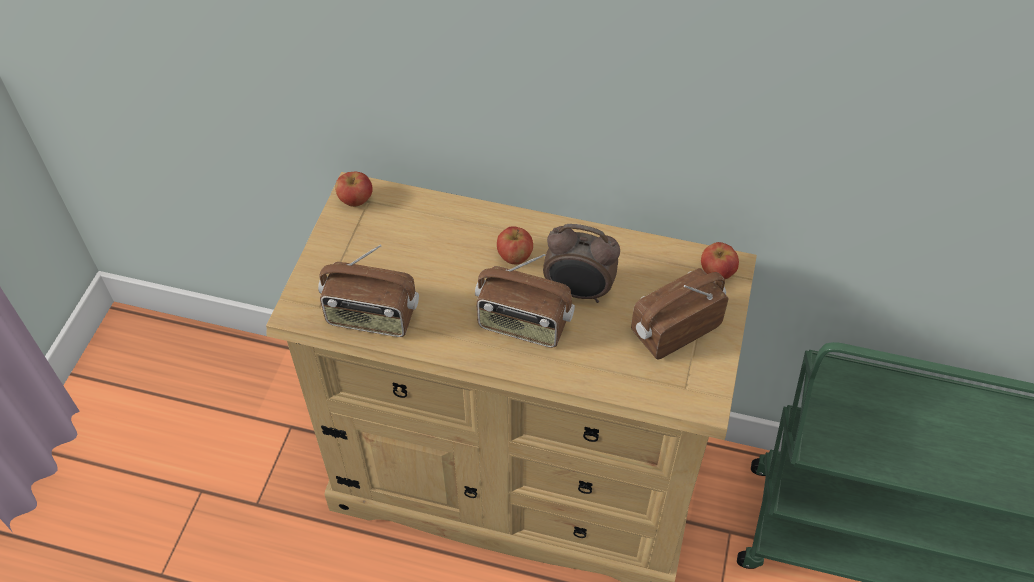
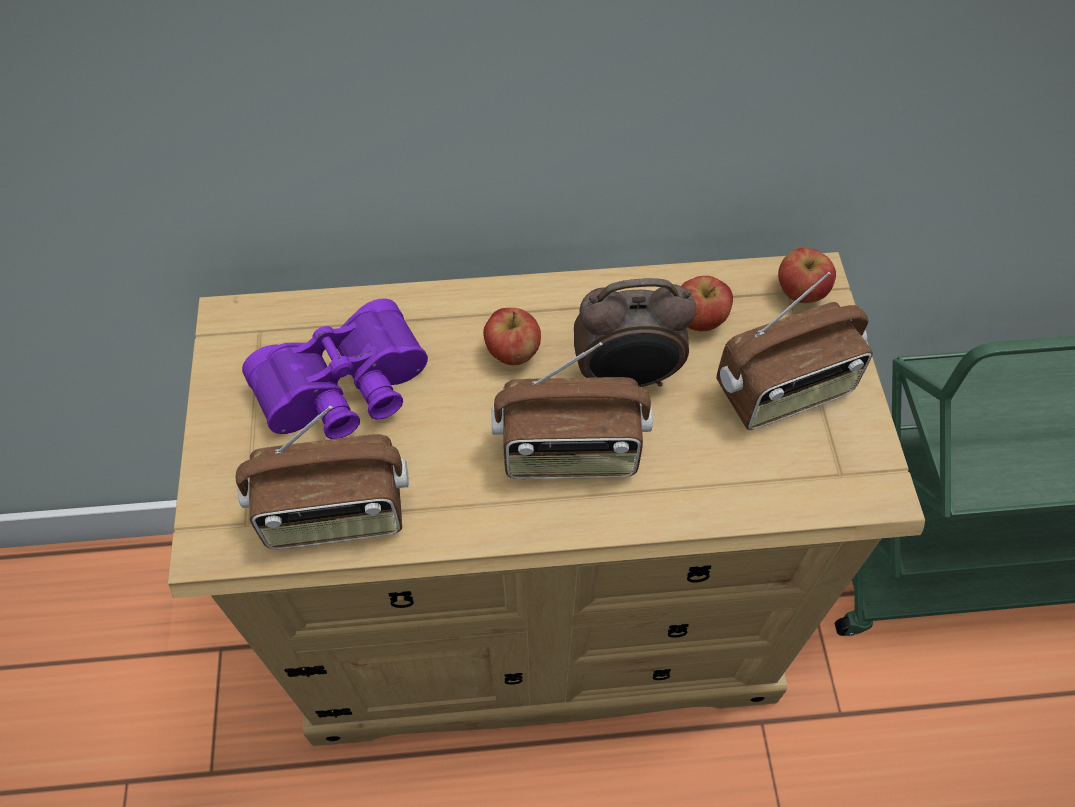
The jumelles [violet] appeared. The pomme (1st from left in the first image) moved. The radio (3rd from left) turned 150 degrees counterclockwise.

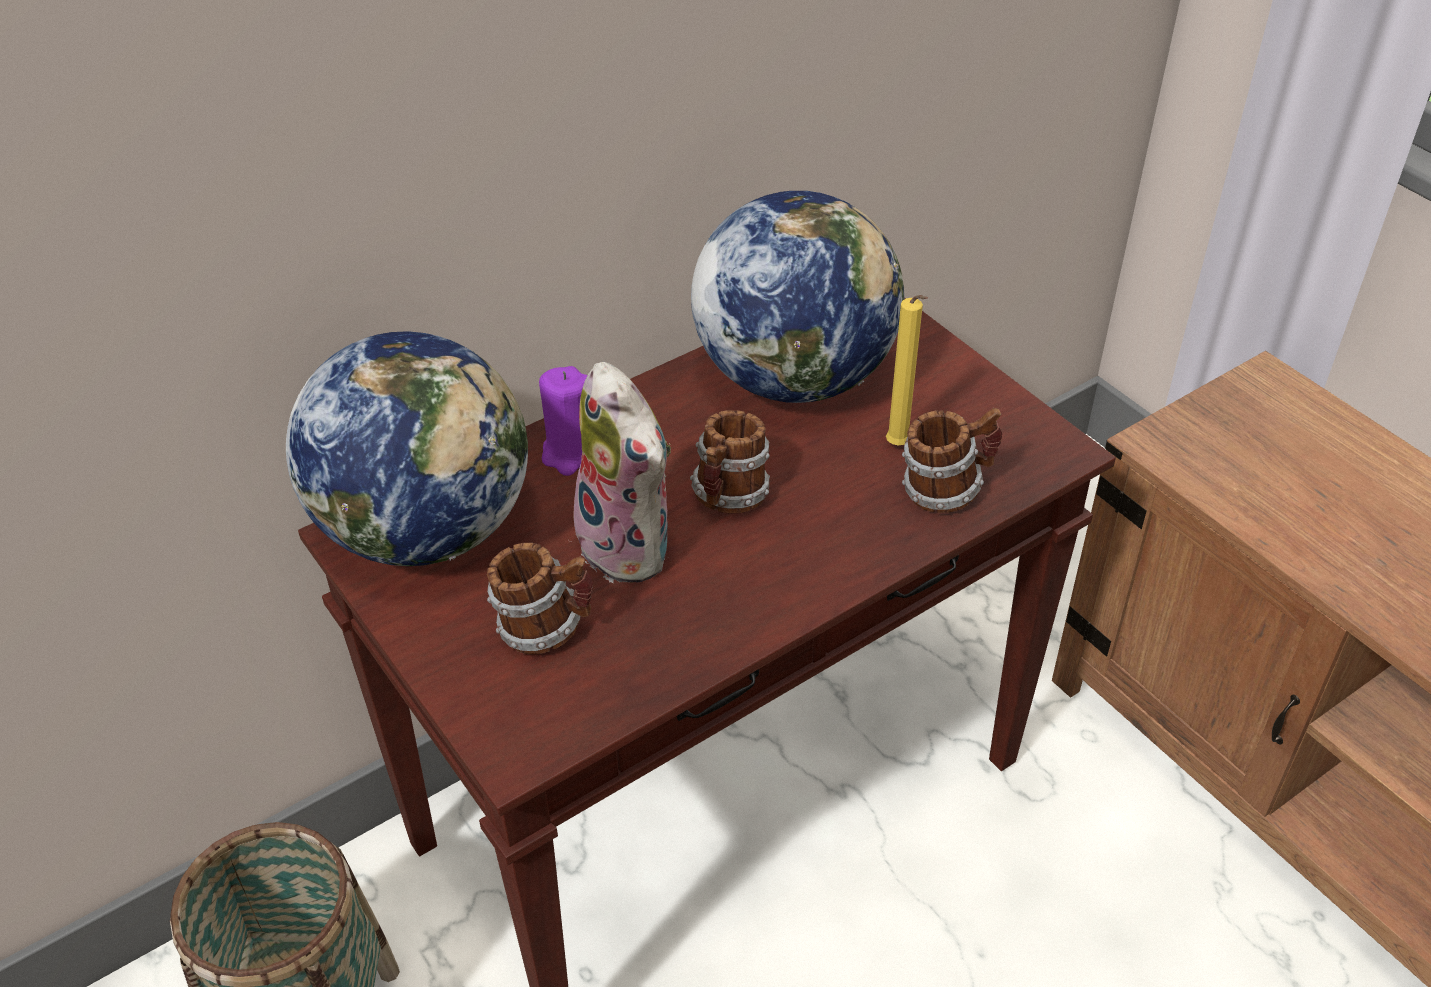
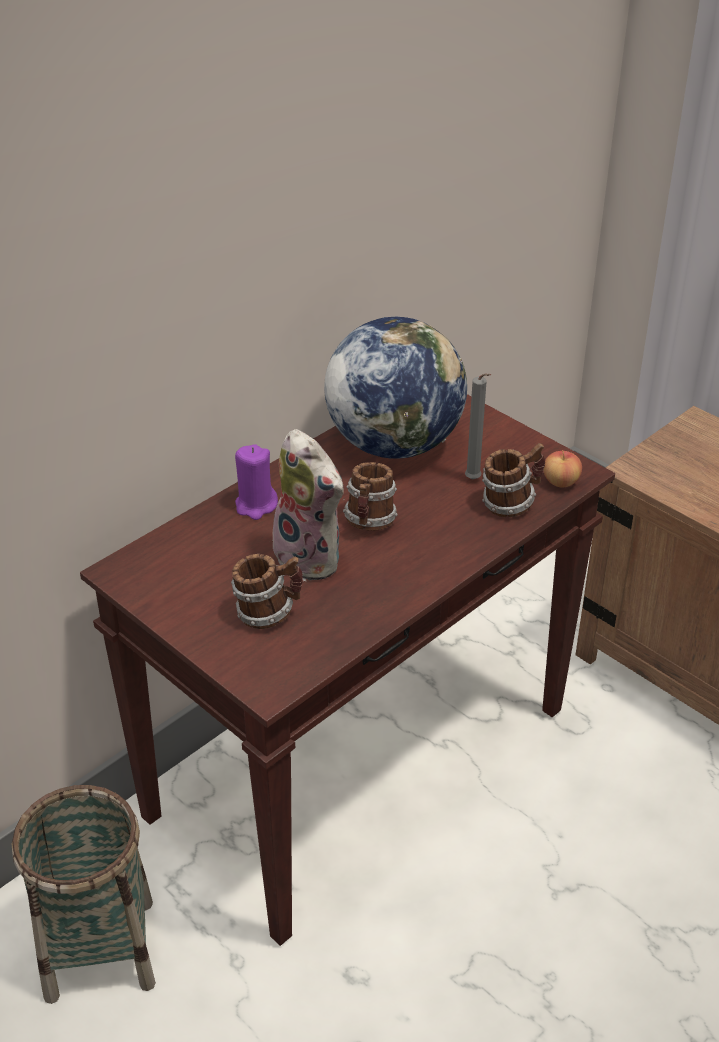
The bougie [jaune] became the bougie [gris]. The pomme appeared. The globe (1st from left) disappeared.

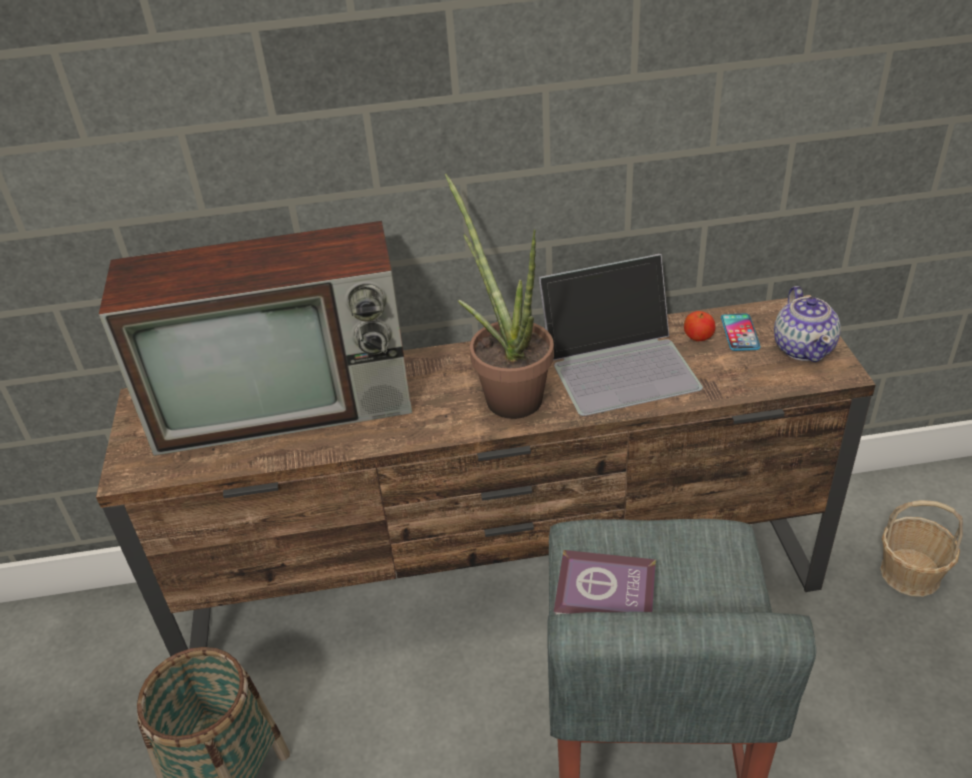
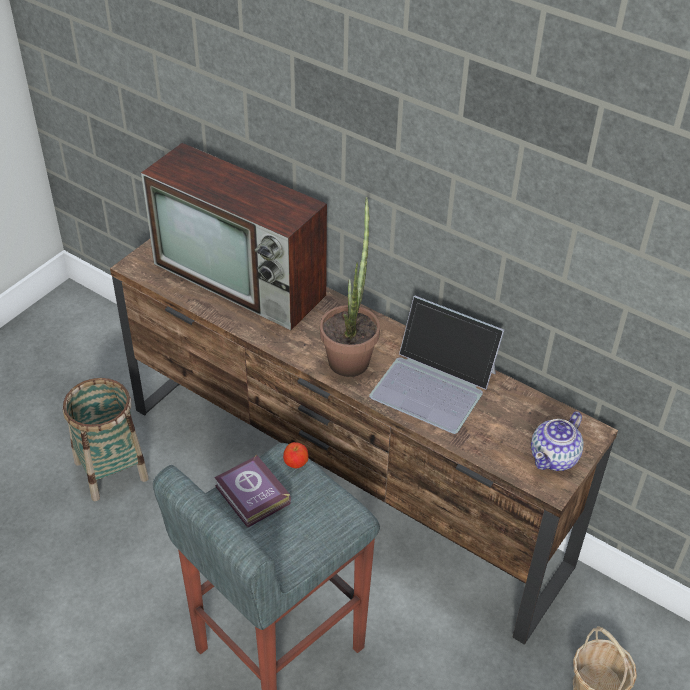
The pomme moved. The téléphone disappeared.

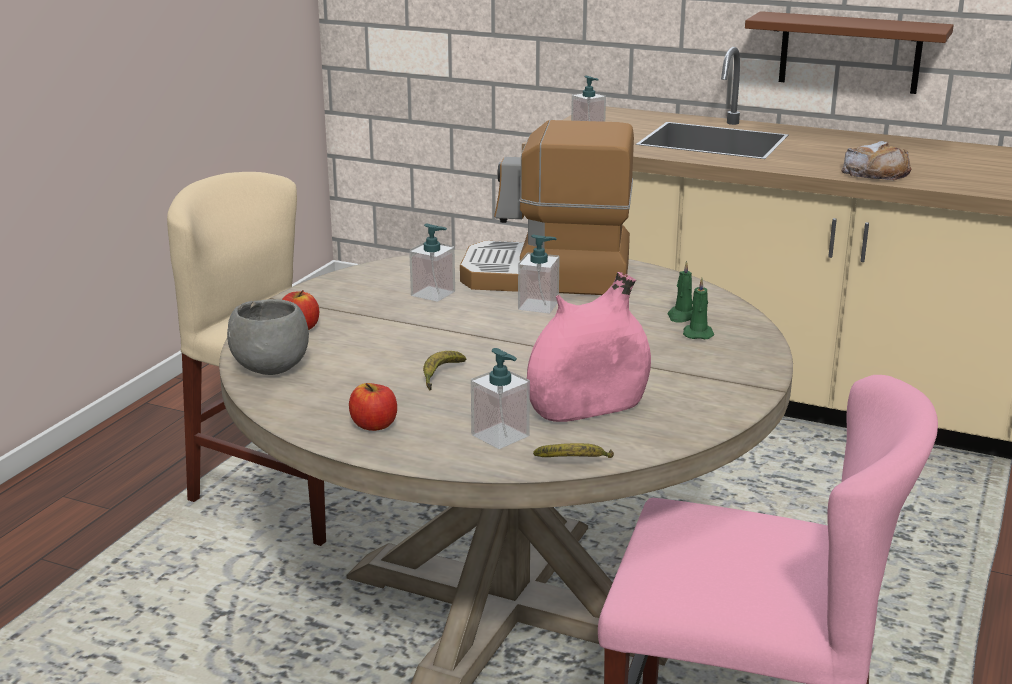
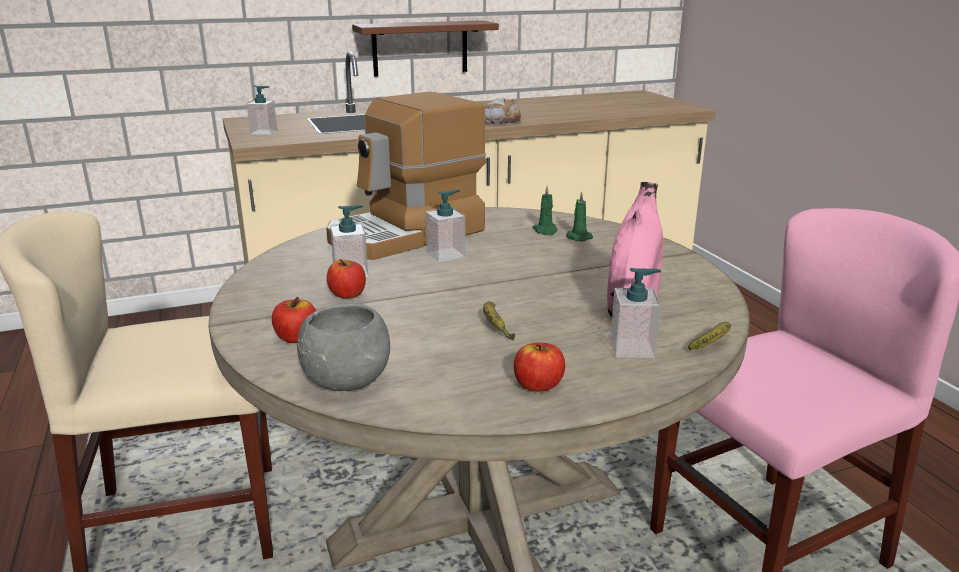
The pomme (2nd from left) appeared.

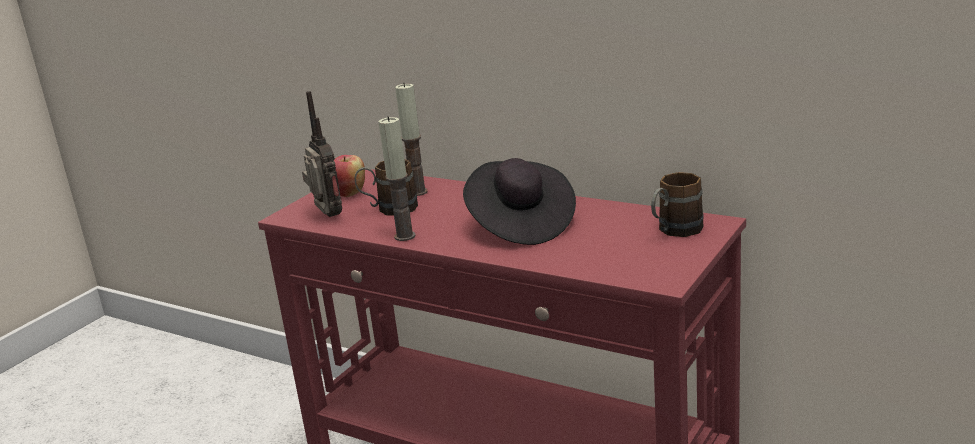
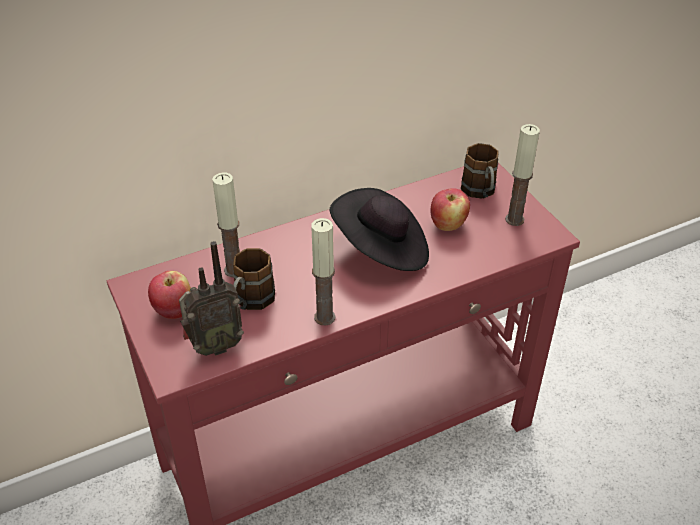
The radio turned 150 degrees clockwise. The pomme (2nd from left) appeared. The bougie (3rd from left) appeared.

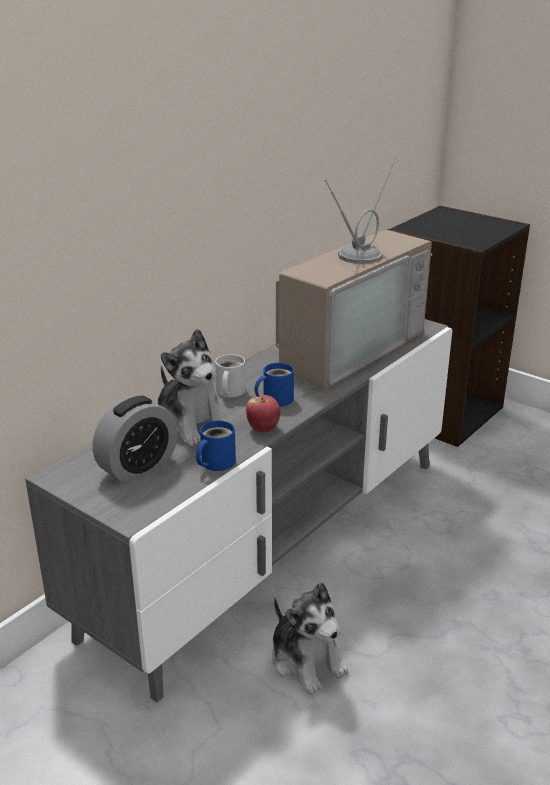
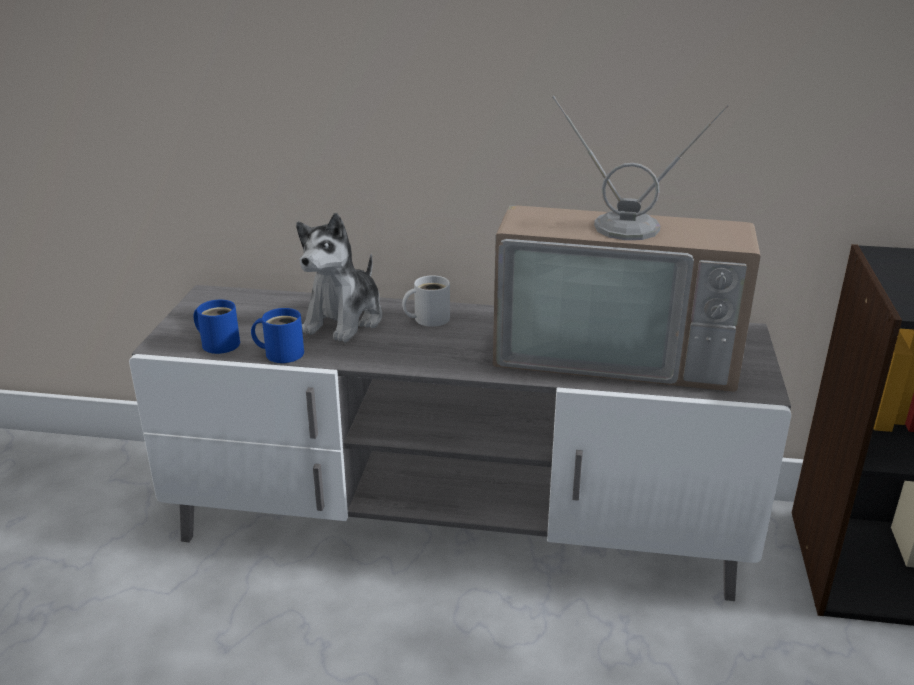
The mug [bleu] (2nd from left in the first image) moved. The réveil disappeared. The pomme disappeared. The peluche (2nd from left) disappeared.

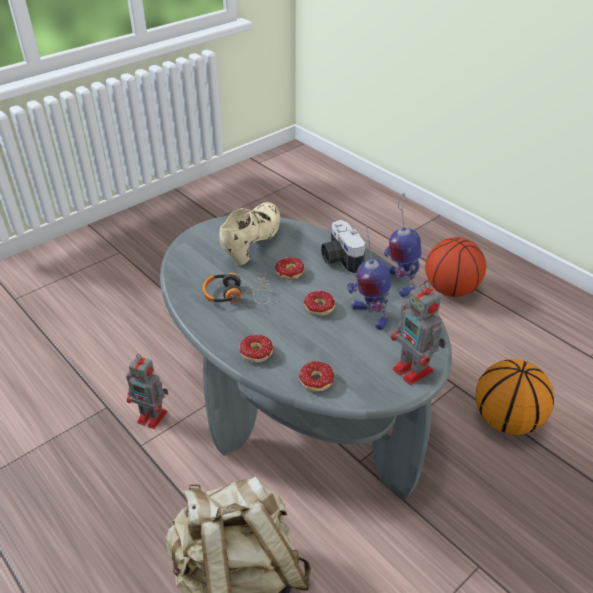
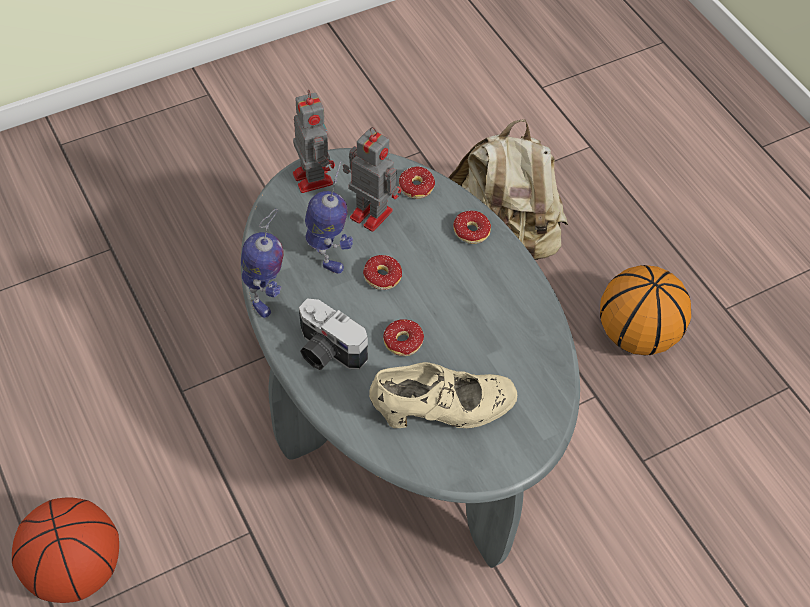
The appareil photo turned 135 degrees clockwise. The robot jouet (1st from left in the first image) moved. The chaussure [beige] turned 135 degrees counterclockwise. The ballon de basket (2nd from left) moved. The casque audio disappeared.

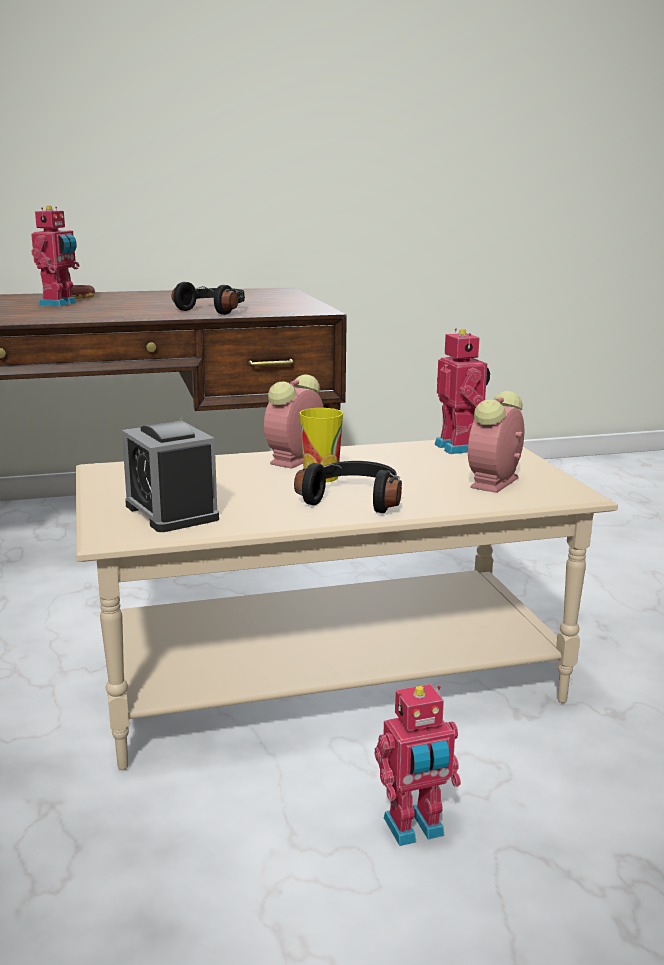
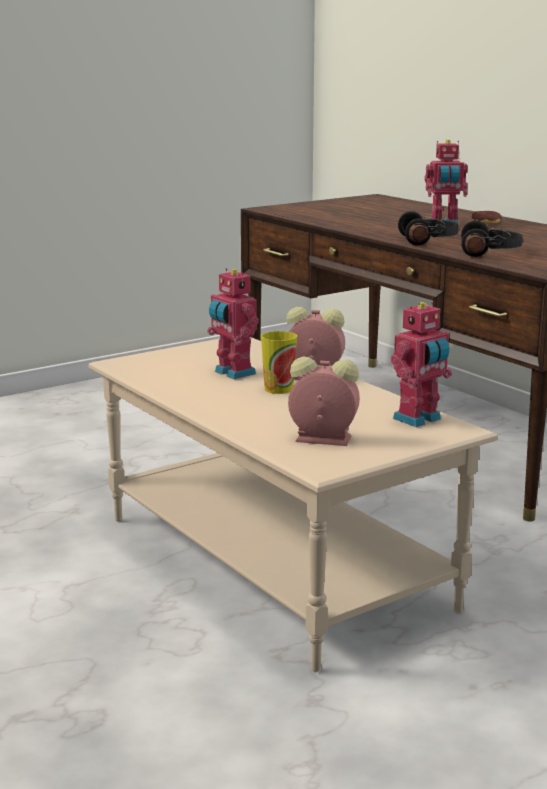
The robot jouet (2nd from left in the first image) moved. The casque audio [noir] (2nd from left in the first image) moved. The réveil (1st from left) disappeared.

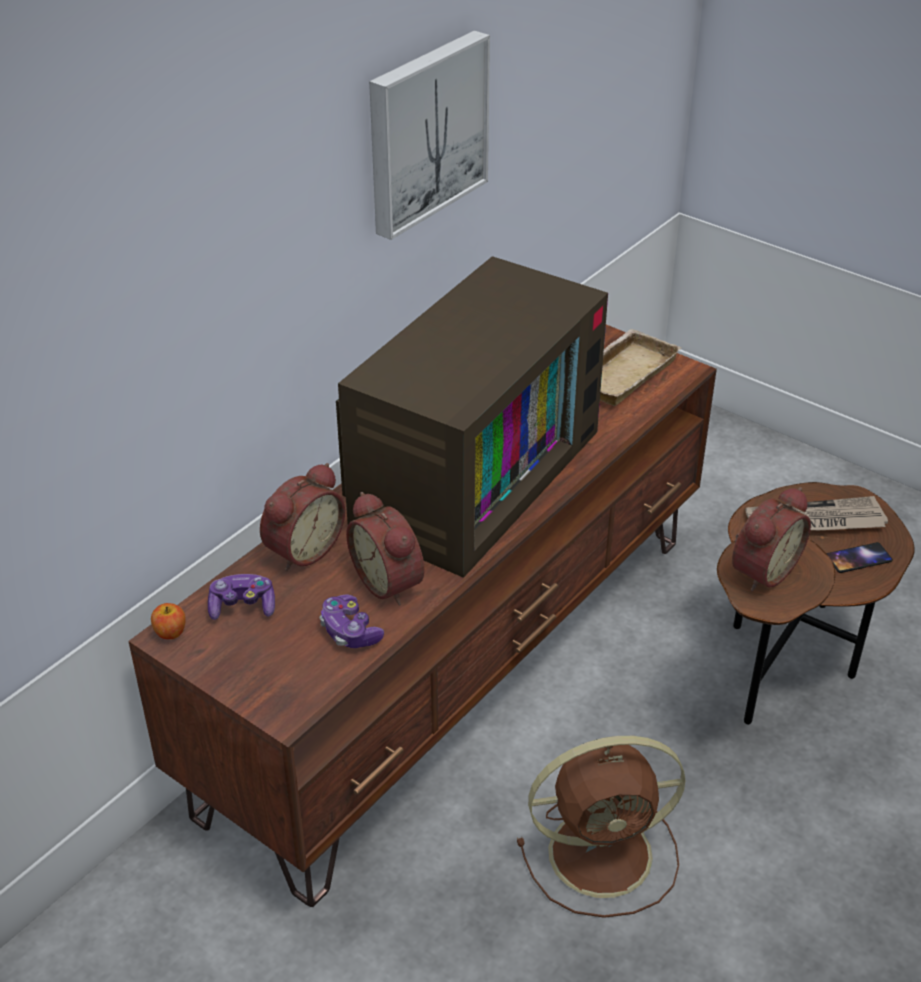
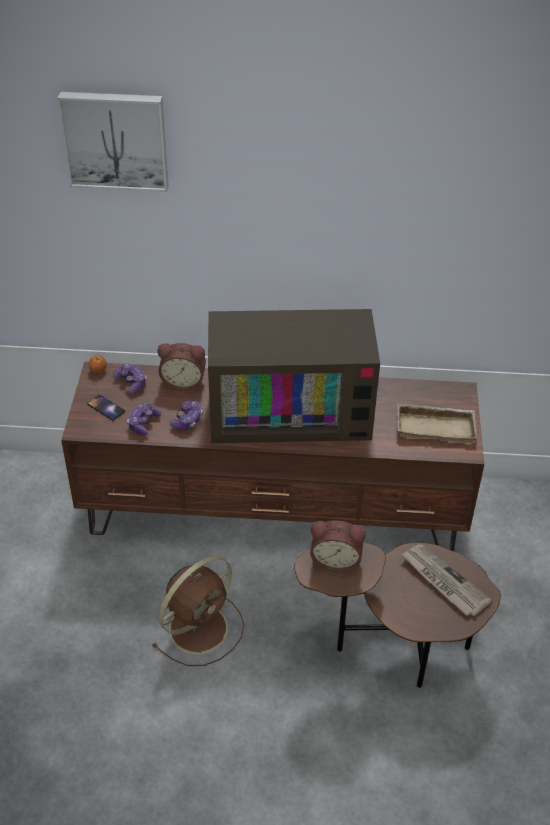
The tableau moved. The téléphone moved. The ventilateur [marron] turned 90 degrees counterclockwise. The réveil (2nd from left) was replaced by the manette (3rd from left).

